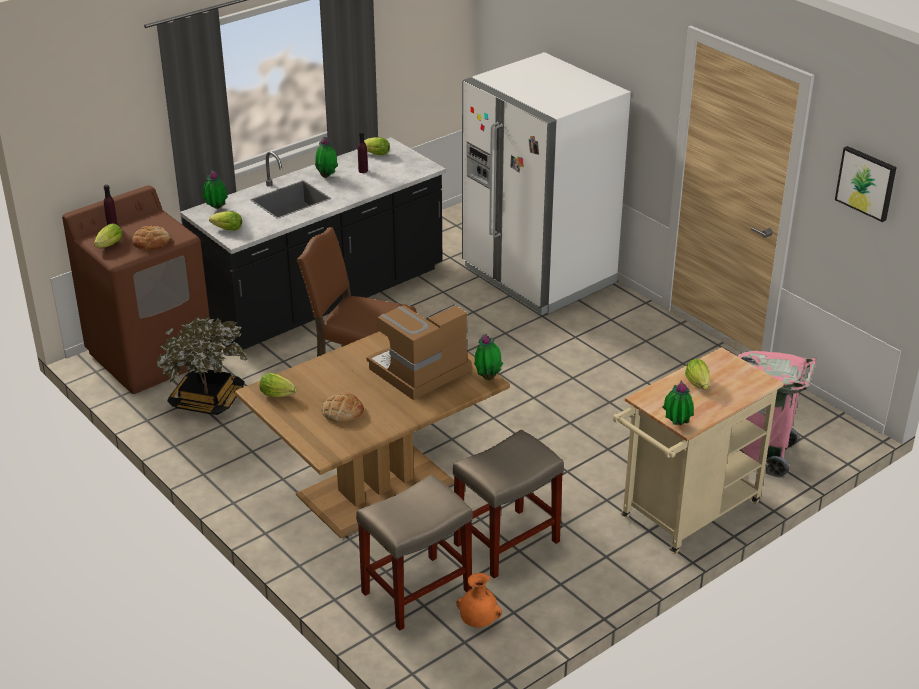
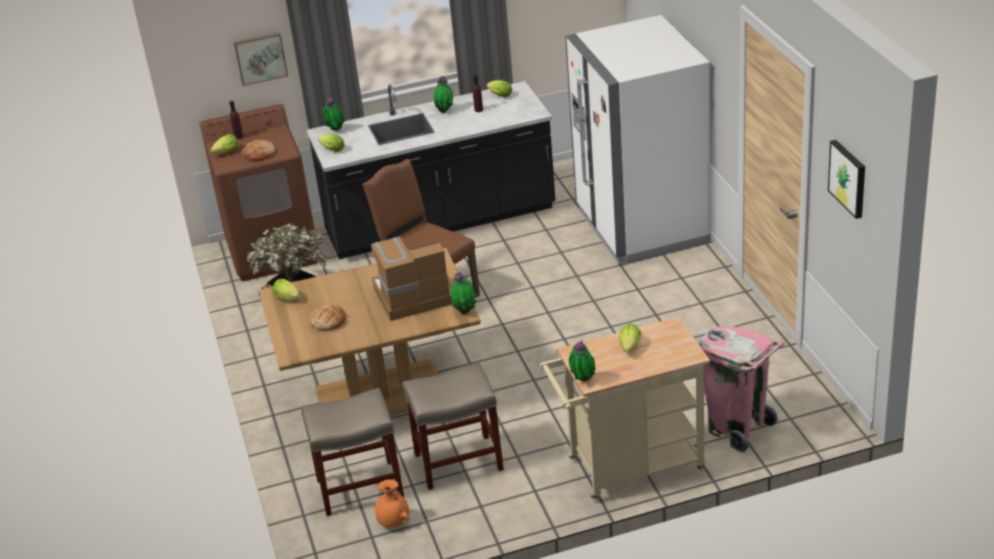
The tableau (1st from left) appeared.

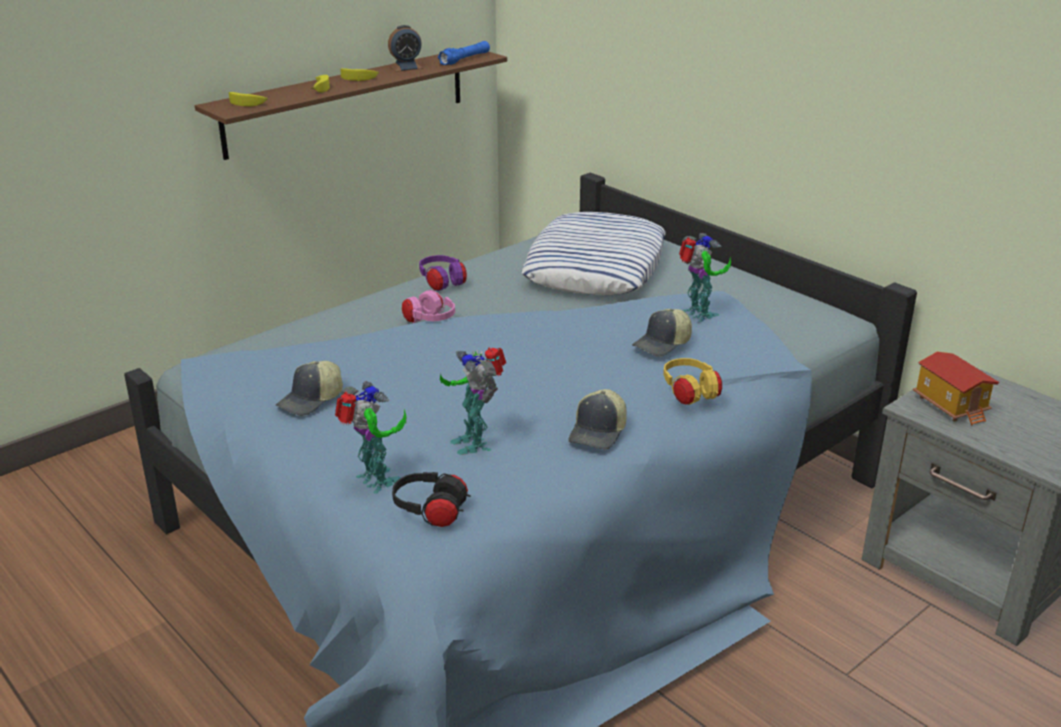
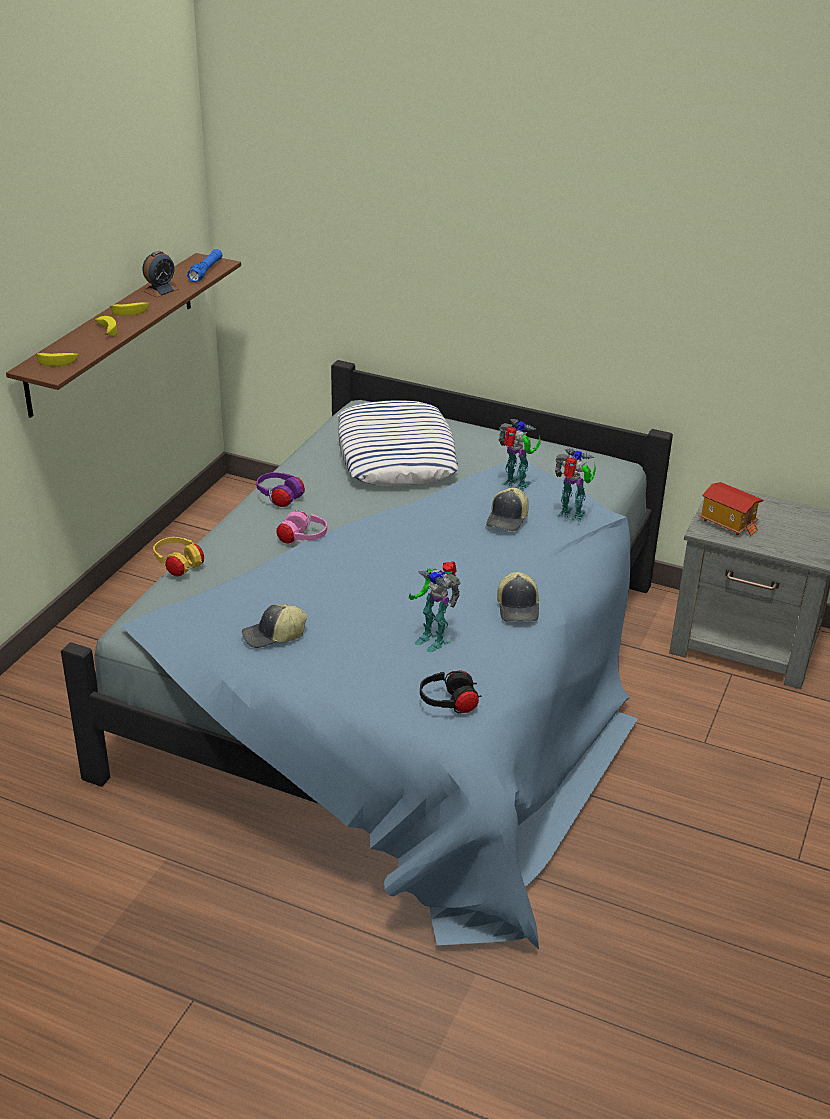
The casque audio [jaune] moved. The casquette (1st from left) turned 60 degrees clockwise. The robot jouet (1st from left in the first image) moved.

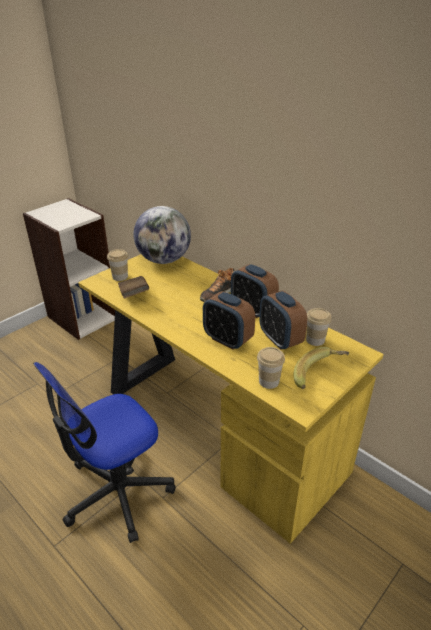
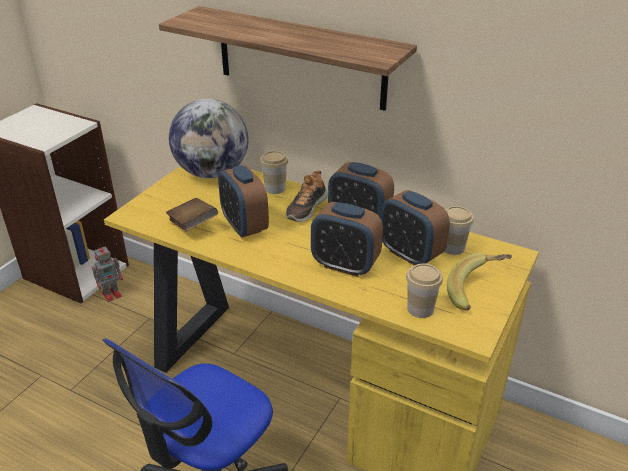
The robot jouet appeared. The étagère appeared. The réveil (1st from left) appeared. The tasse (1st from left) moved.

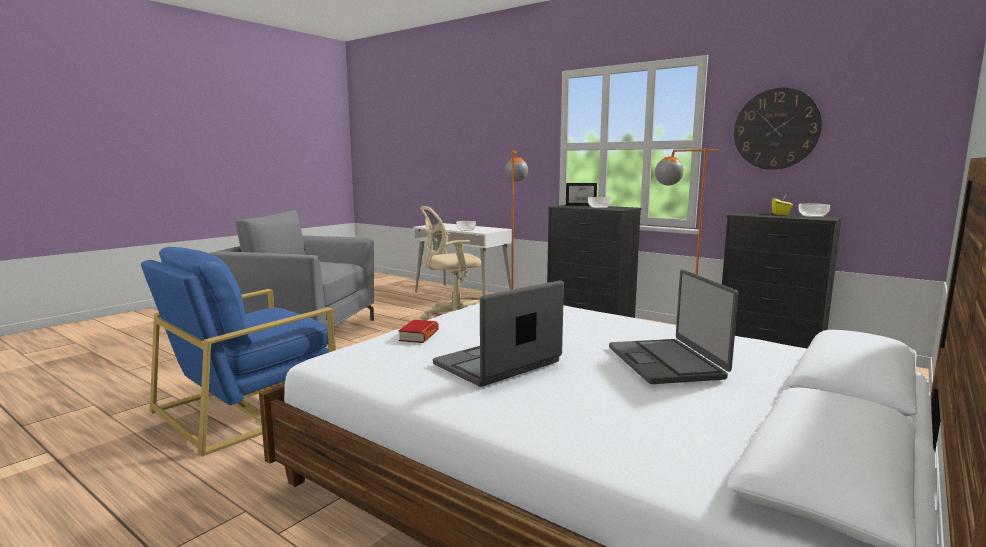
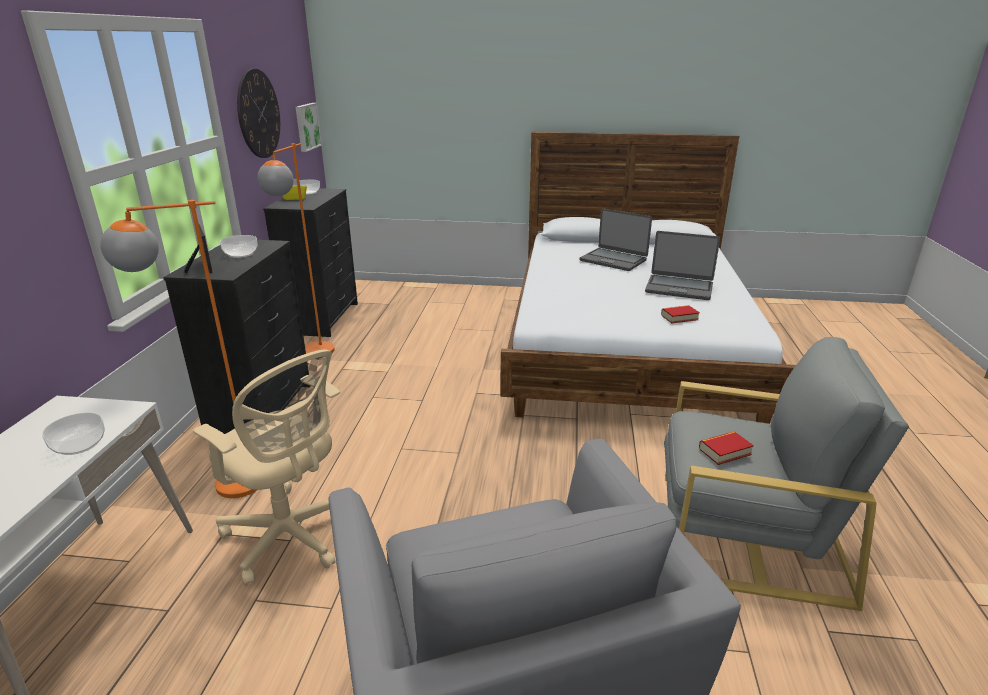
The tableau appeared. The ordinateur portable (2nd from left in the first image) turned 75 degrees clockwise. The fauteuil [bleu] became the fauteuil [gris] (2nd from left). The livre (2nd from left) appeared.

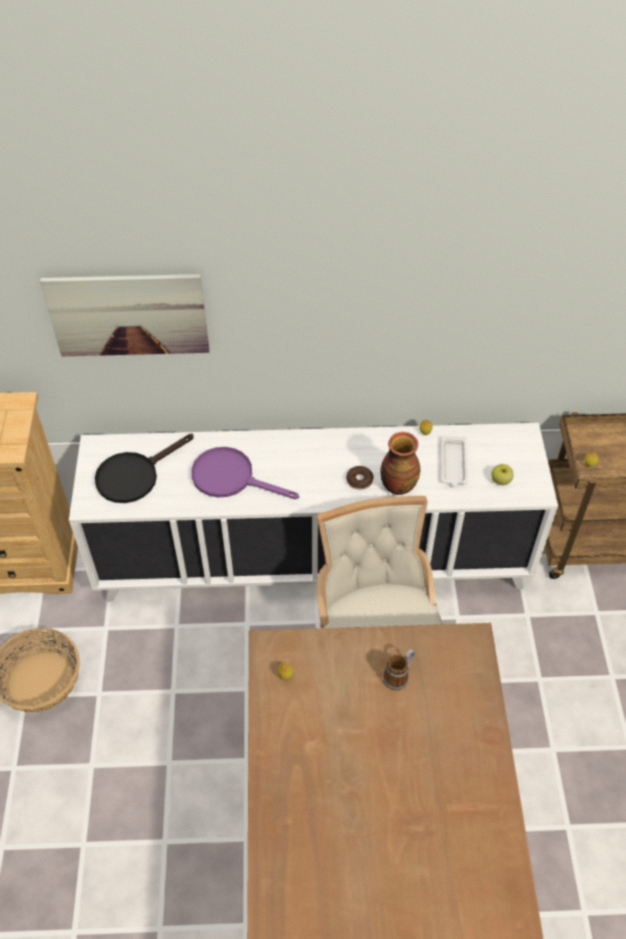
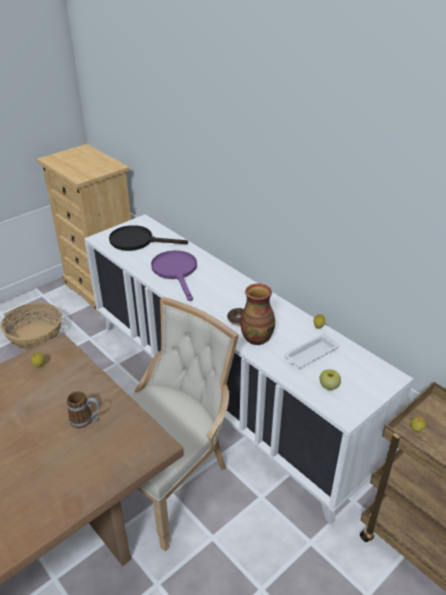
The tableau disappeared.

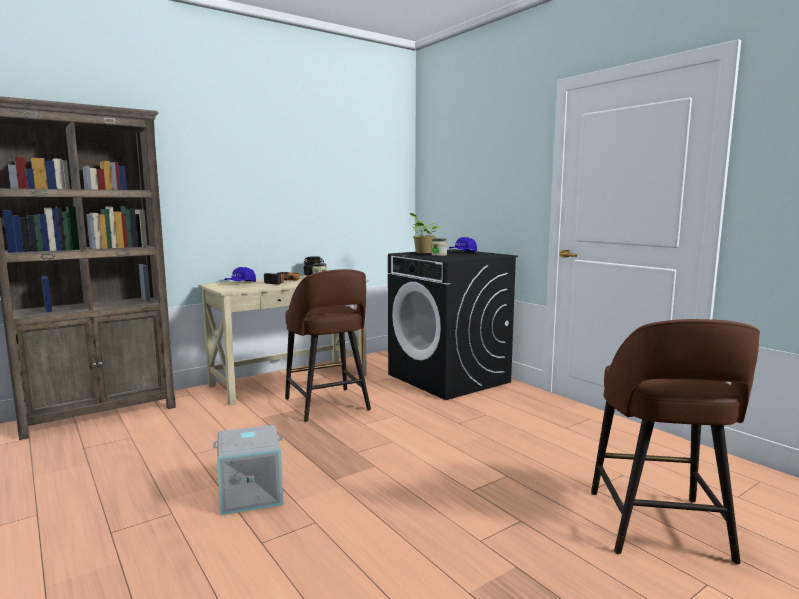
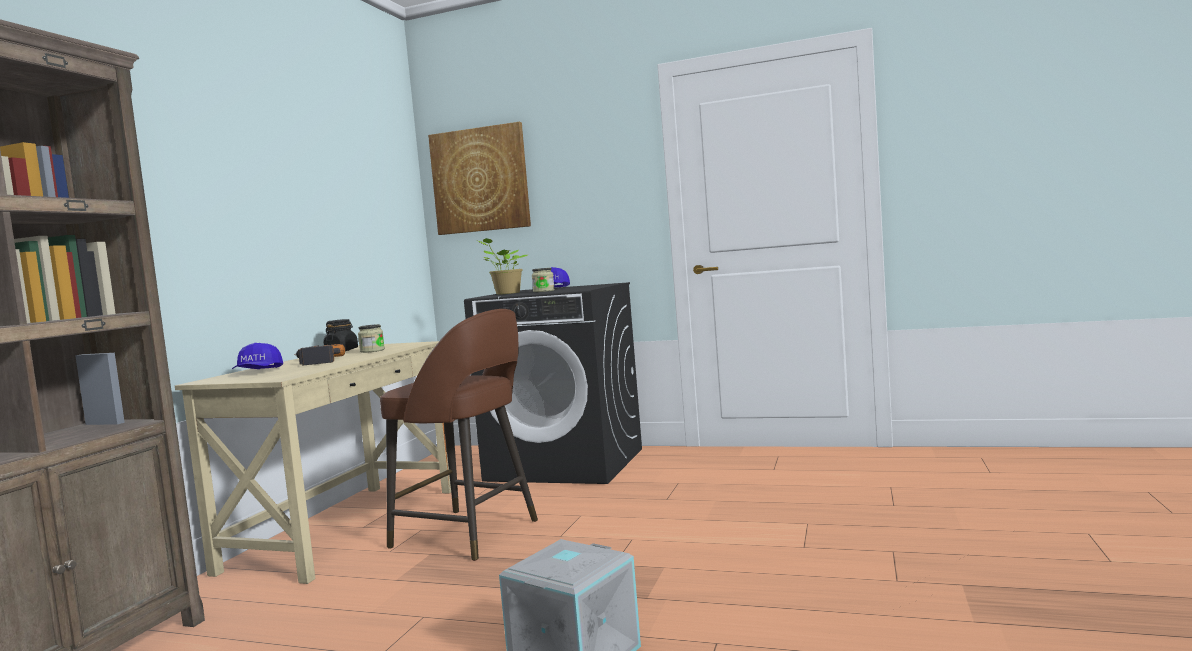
The tableau appeared. The tabouret [marron] (2nd from left) disappeared.

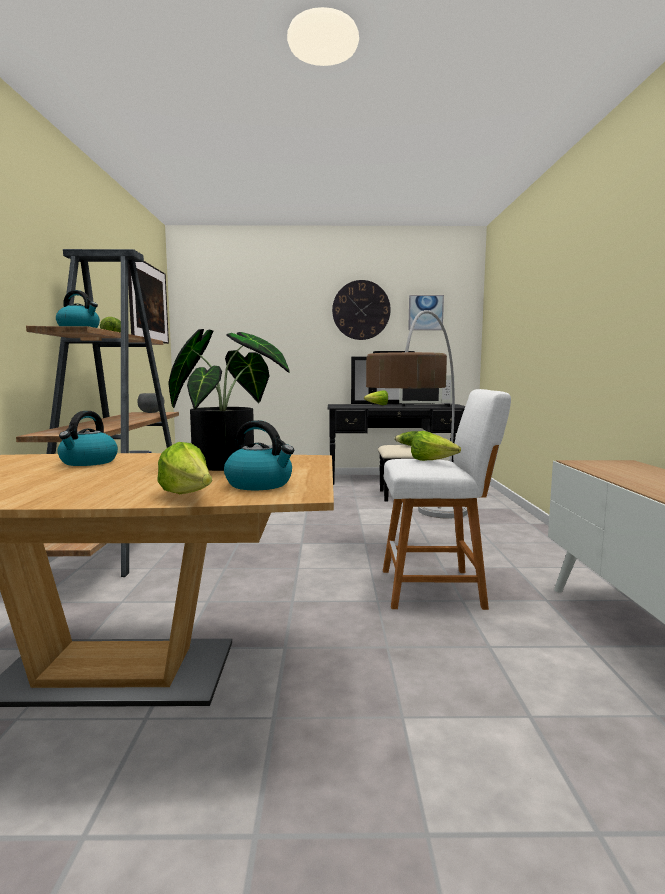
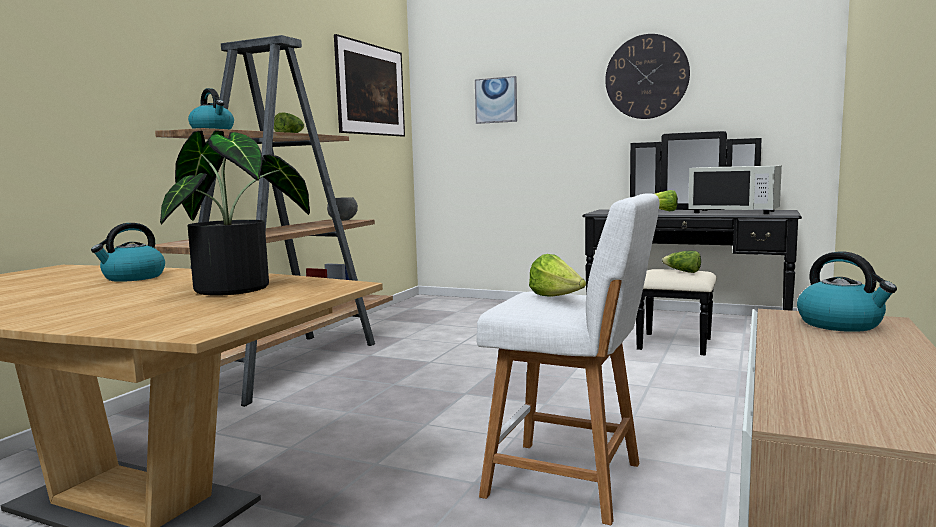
The tableau (2nd from left) moved. The bouilloire (3rd from left) moved. The laitue (2nd from left) disappeared. The lampadaire disappeared.

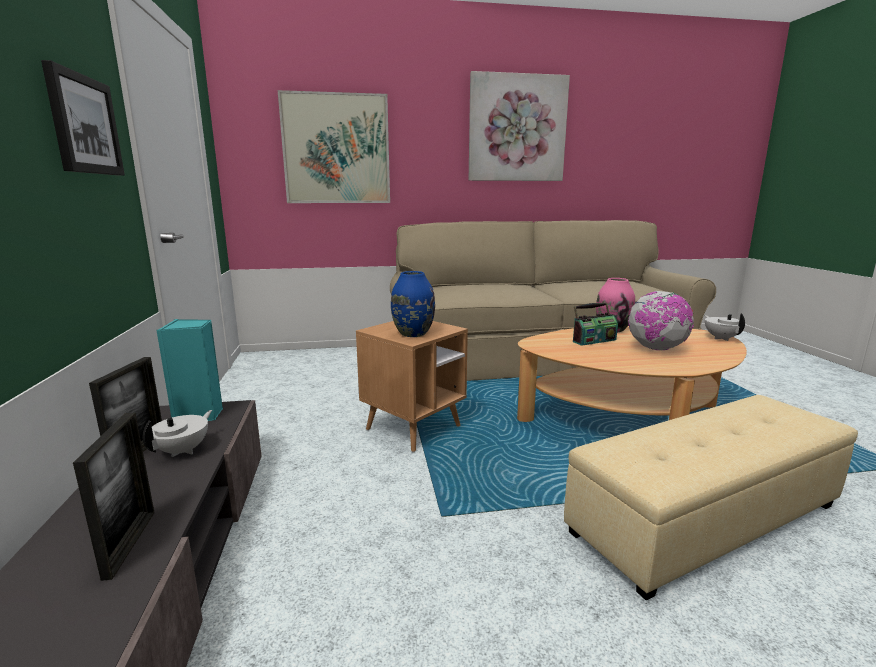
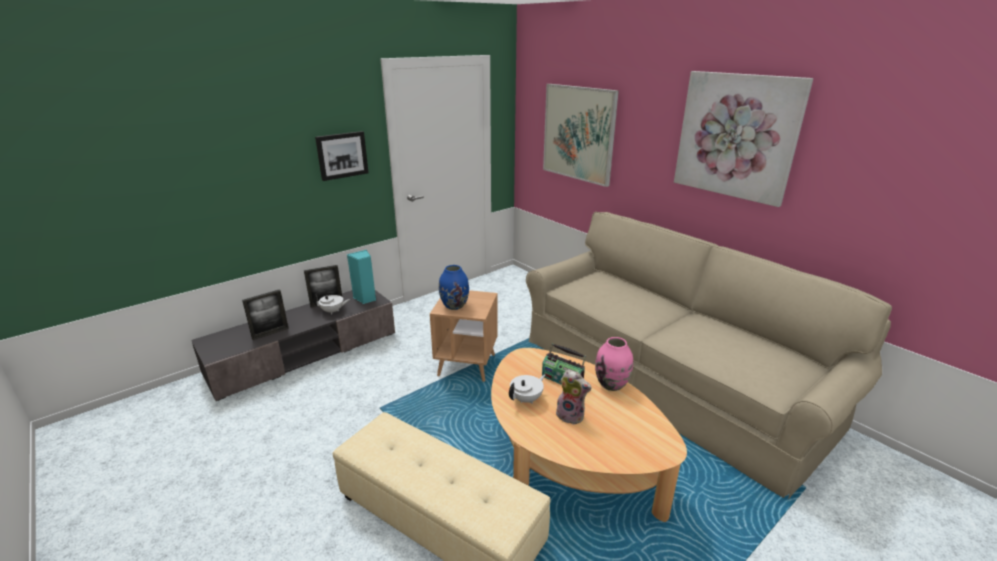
The théière [blanc] (2nd from left) moved. The globe was replaced by the peluche.

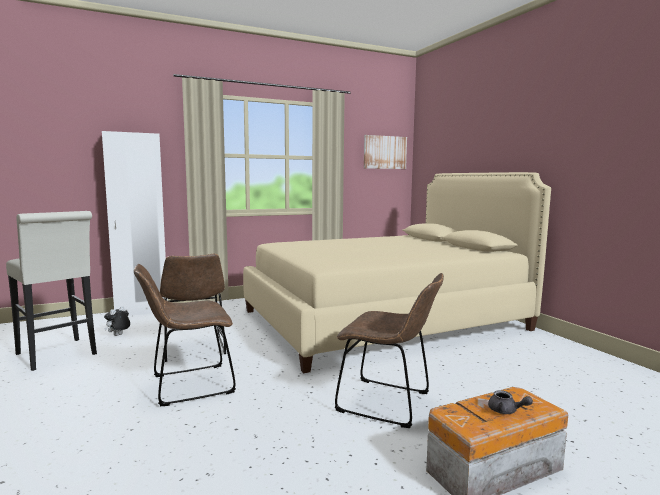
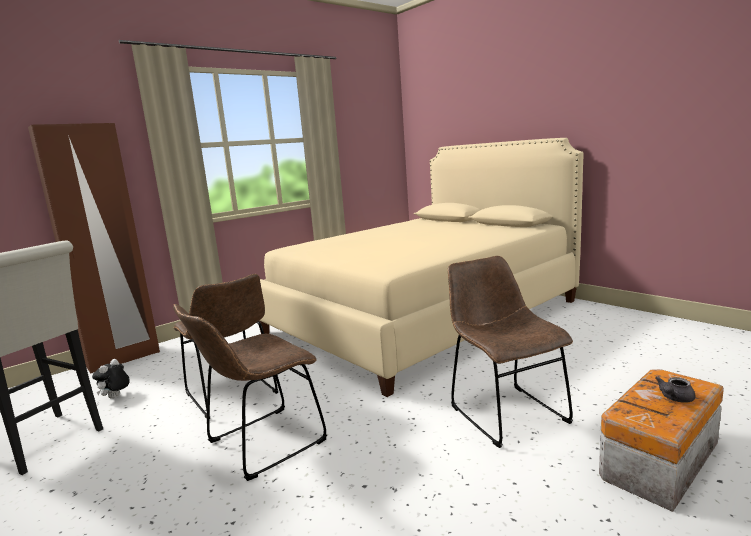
The armoire [blanc] became the armoire [marron]. The chaise [marron] (3rd from left) turned 120 degrees counterclockwise. The théière [gris] turned 120 degrees clockwise. The tableau disappeared.

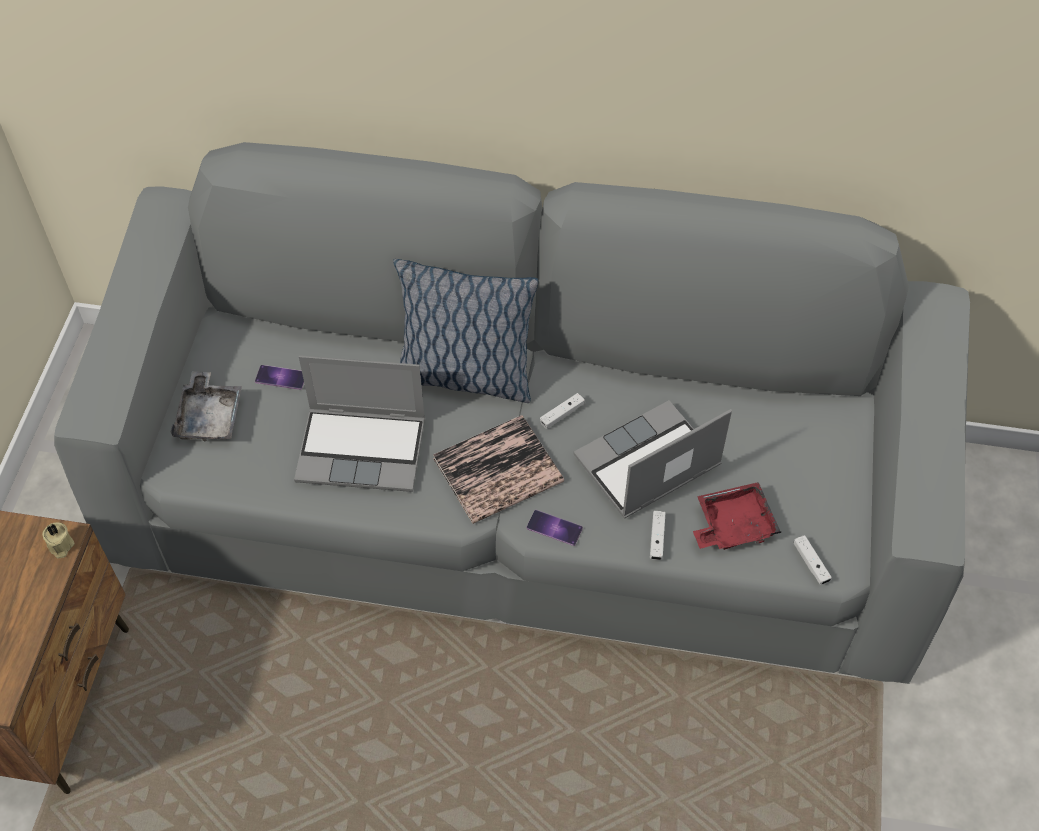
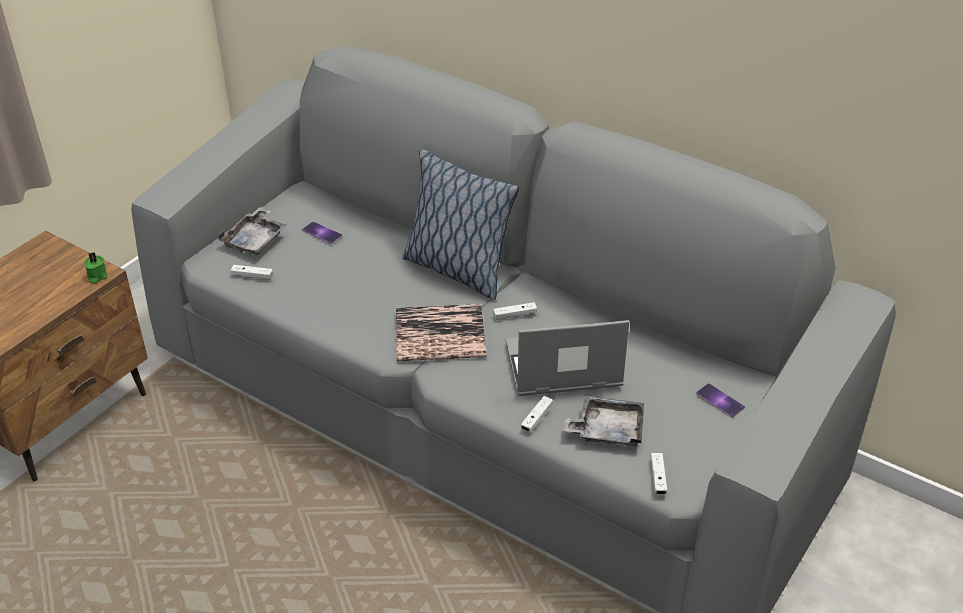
The bougie [beige] became the bougie [vert]. The manette [blanc] (1st from left) appeared. The plateau [rouge] became the plateau [gris] (2nd from left). The téléphone (2nd from left) moved. The ordinateur portable (1st from left) disappeared.

